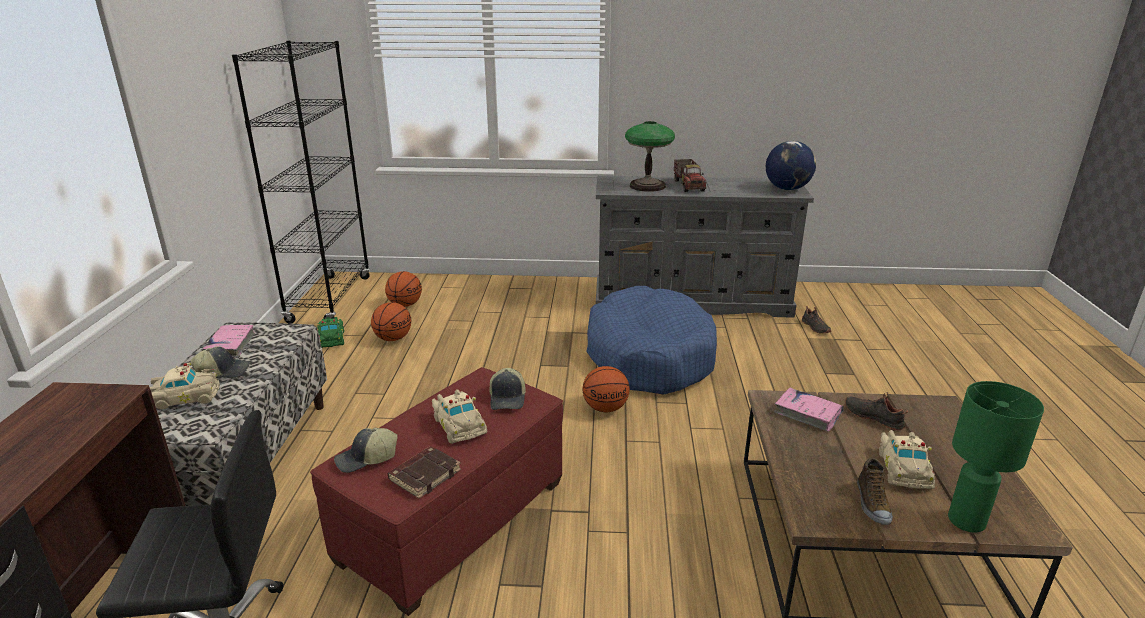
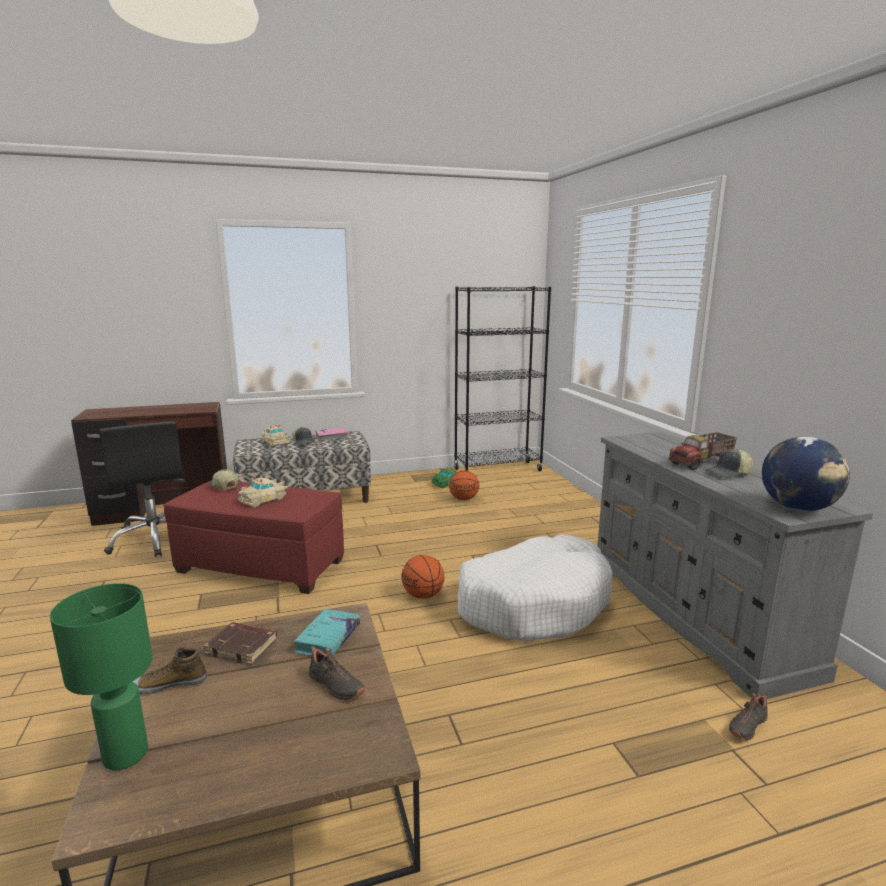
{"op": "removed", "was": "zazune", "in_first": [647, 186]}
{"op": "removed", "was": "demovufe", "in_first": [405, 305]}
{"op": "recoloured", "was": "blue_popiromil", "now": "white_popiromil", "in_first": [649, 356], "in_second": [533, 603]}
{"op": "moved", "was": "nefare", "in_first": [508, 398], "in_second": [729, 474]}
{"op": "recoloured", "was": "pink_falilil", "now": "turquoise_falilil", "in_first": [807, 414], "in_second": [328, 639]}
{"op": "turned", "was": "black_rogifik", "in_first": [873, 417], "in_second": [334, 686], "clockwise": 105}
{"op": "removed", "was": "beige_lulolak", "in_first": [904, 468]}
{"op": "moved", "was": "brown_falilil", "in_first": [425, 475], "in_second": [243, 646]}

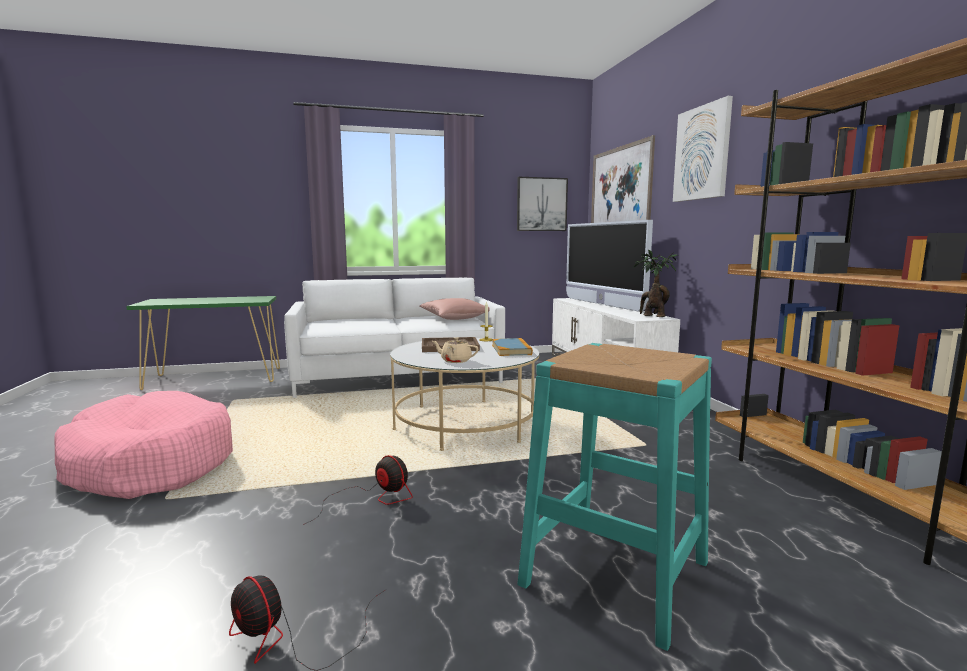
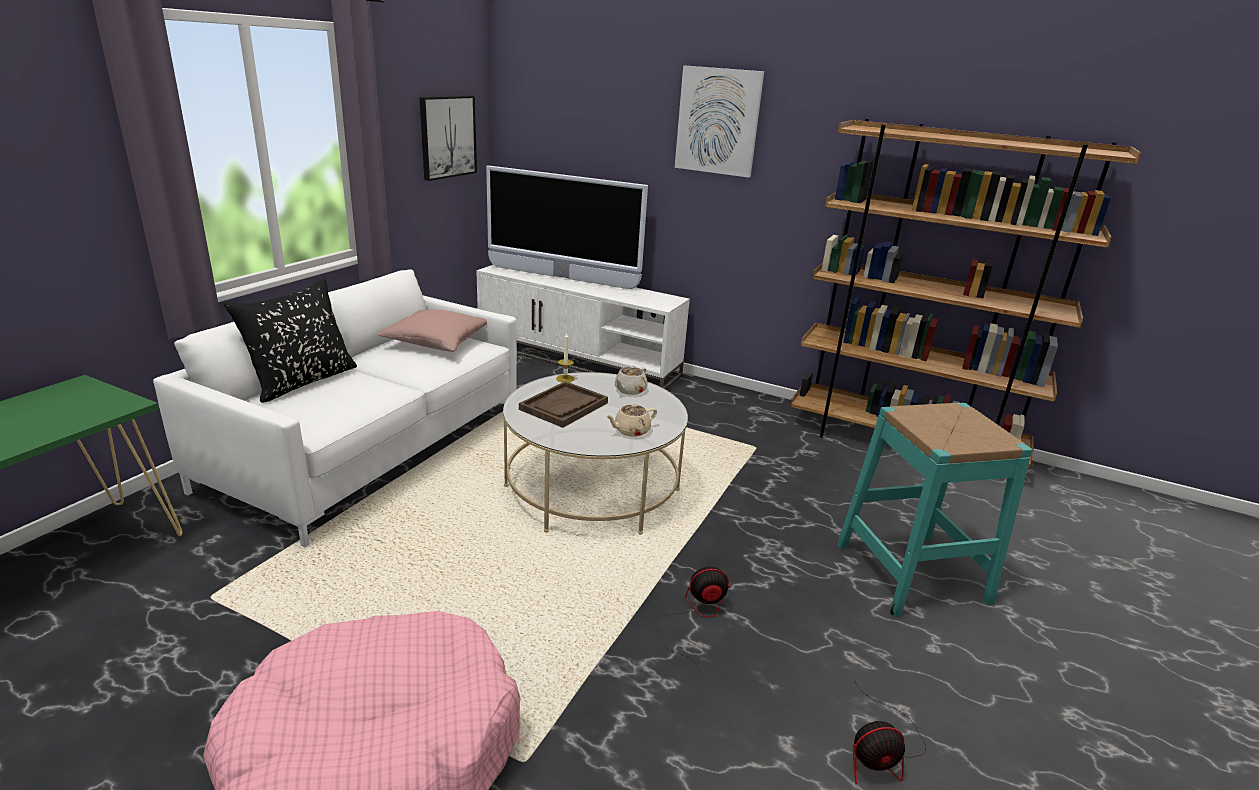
{"op": "removed", "was": "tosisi", "in_first": [620, 192]}
{"op": "removed", "was": "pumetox", "in_first": [652, 316]}
{"op": "replaced", "was": "falilil", "now": "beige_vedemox", "in_first": [511, 350], "in_second": [629, 390]}
{"op": "added", "now": "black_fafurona", "in_second": [302, 381]}

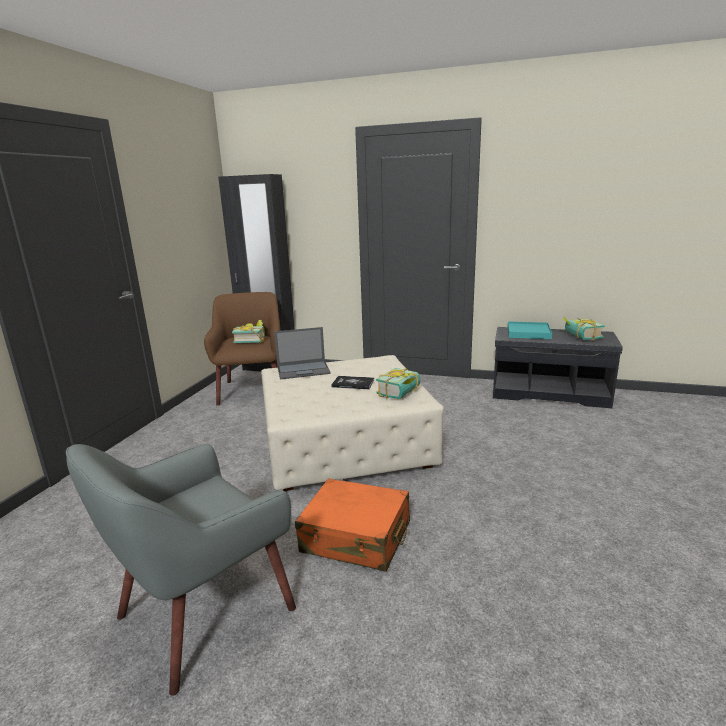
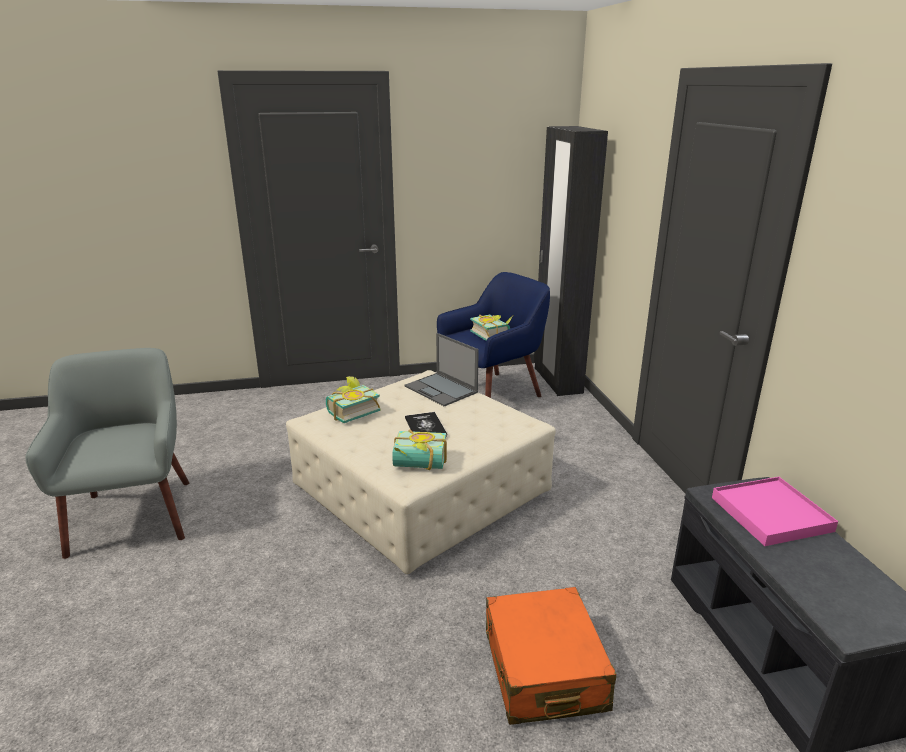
{"op": "recoloured", "was": "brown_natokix", "now": "blue_natokix", "in_first": [252, 390], "in_second": [492, 393]}
{"op": "moved", "was": "falilil", "in_first": [579, 337], "in_second": [351, 411]}
{"op": "recoloured", "was": "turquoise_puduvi", "now": "pink_puduvi", "in_first": [528, 332], "in_second": [771, 514]}
{"op": "turned", "was": "grey_natokix", "in_first": [203, 612], "in_second": [133, 515], "clockwise": 60}
{"op": "moved", "was": "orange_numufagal", "in_first": [356, 537], "in_second": [543, 670]}

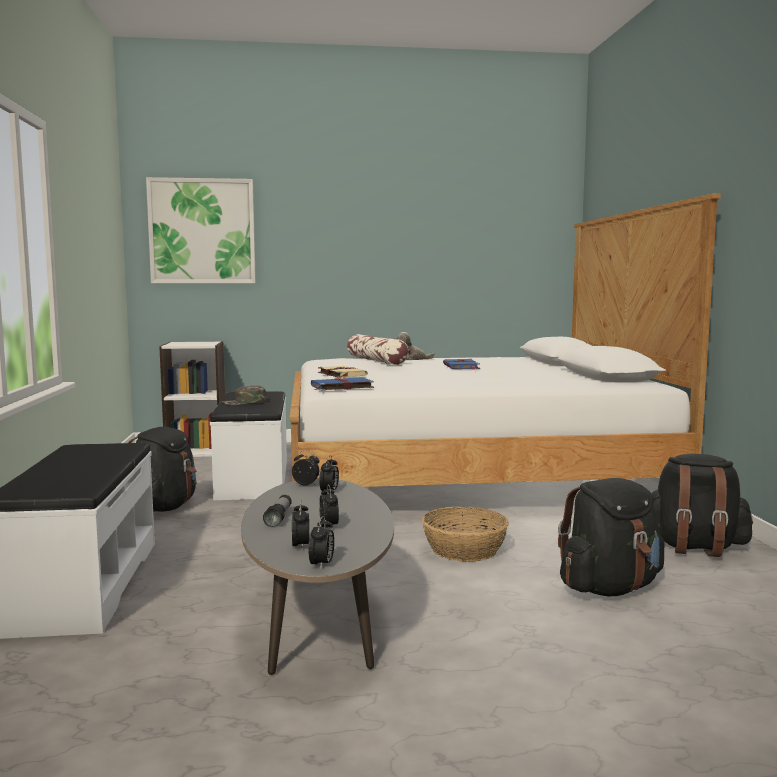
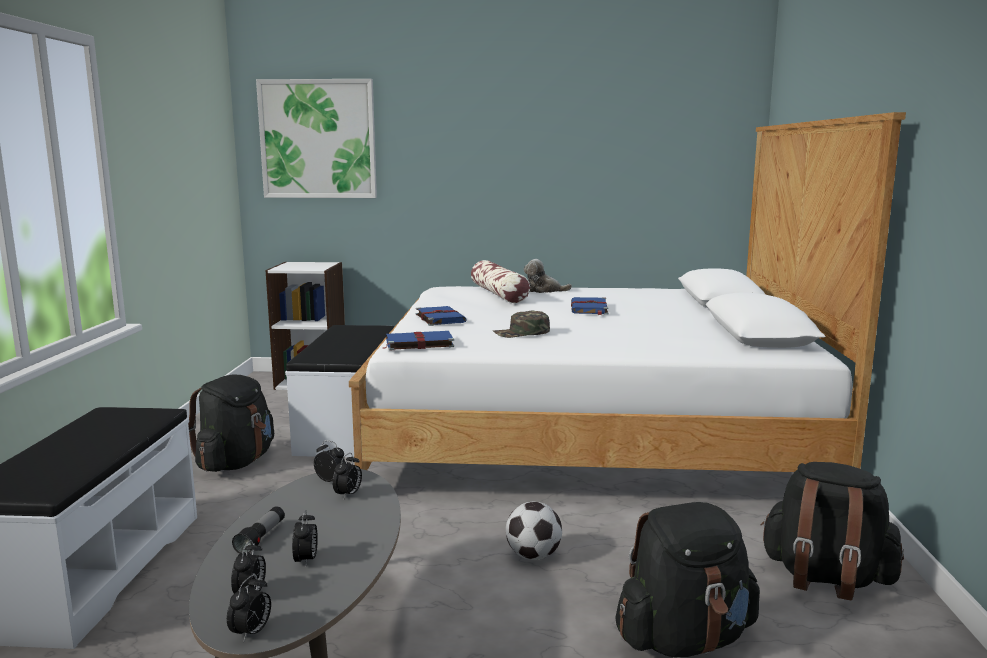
{"op": "recoloured", "was": "beige_falilil", "now": "blue_falilil", "in_first": [341, 374], "in_second": [439, 318]}
{"op": "moved", "was": "green_nefare", "in_first": [244, 402], "in_second": [521, 333]}
{"op": "replaced", "was": "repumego", "now": "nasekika", "in_first": [464, 549], "in_second": [533, 556]}

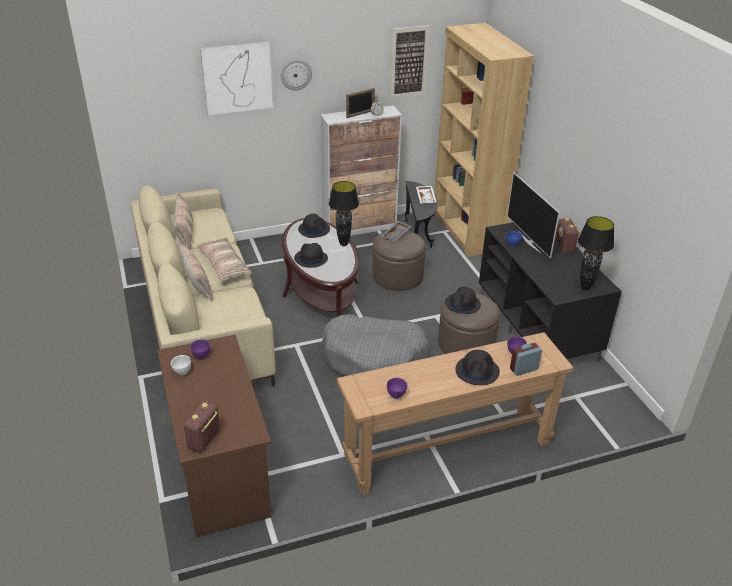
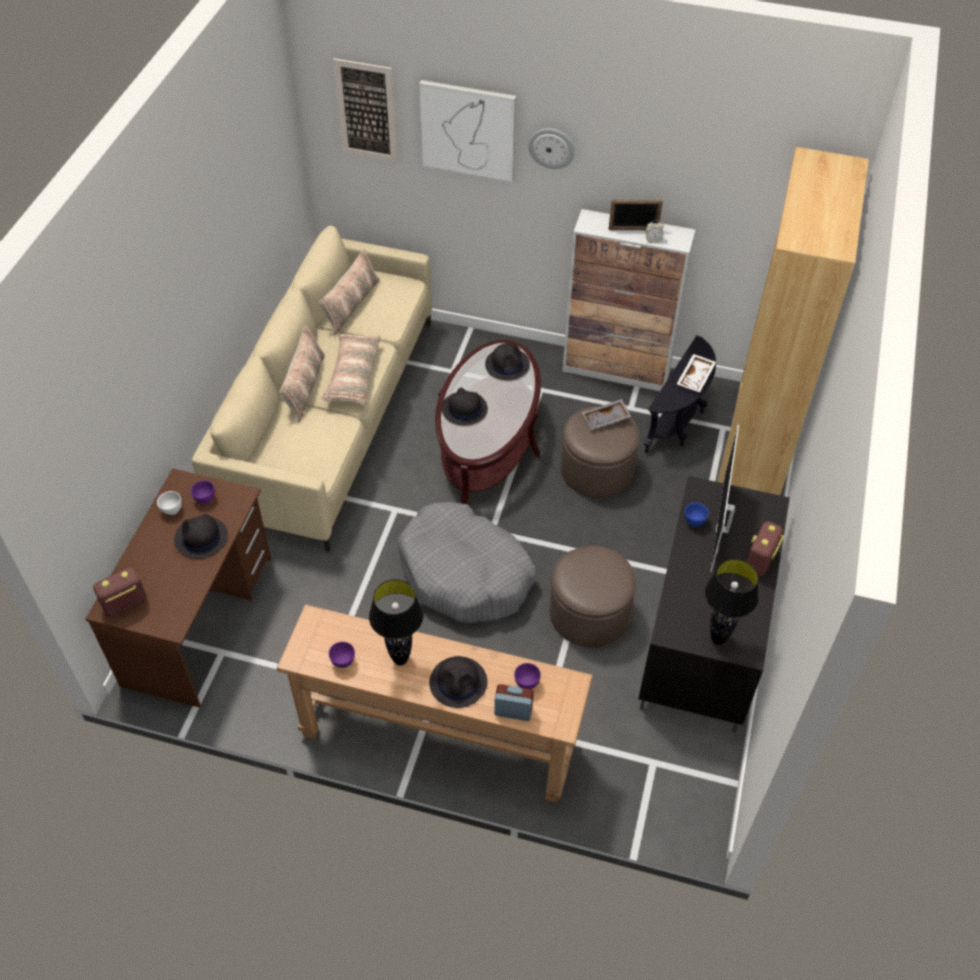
{"op": "moved", "was": "tosisi", "in_first": [409, 62], "in_second": [366, 111]}
{"op": "moved", "was": "black_zazune", "in_first": [343, 244], "in_second": [400, 659]}
{"op": "moved", "was": "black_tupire", "in_first": [462, 304], "in_second": [201, 538]}

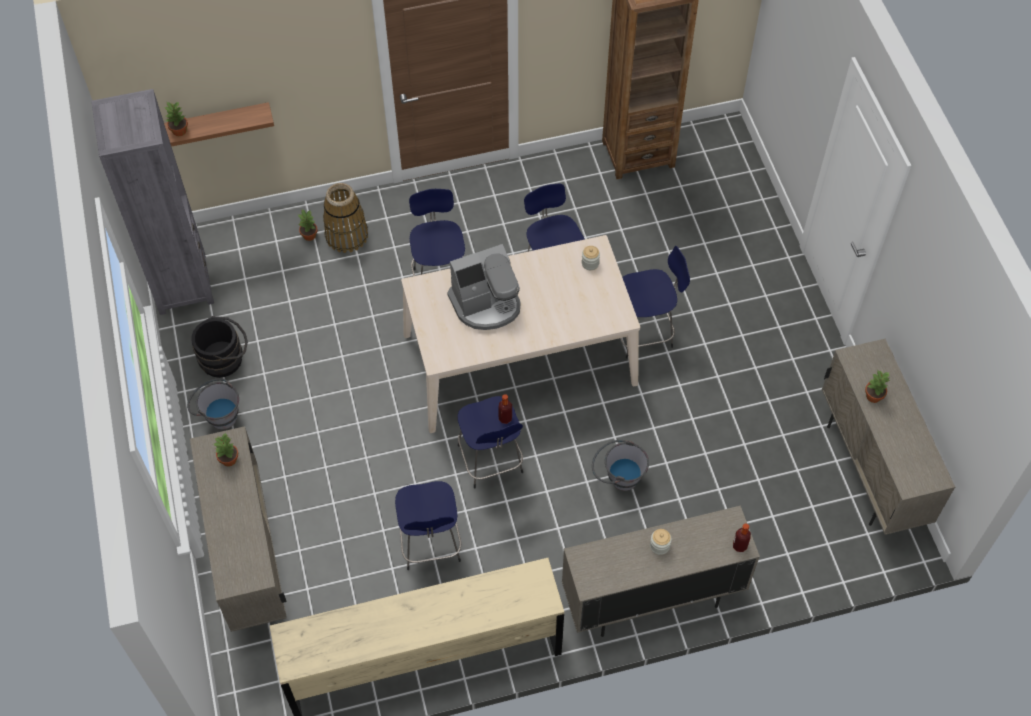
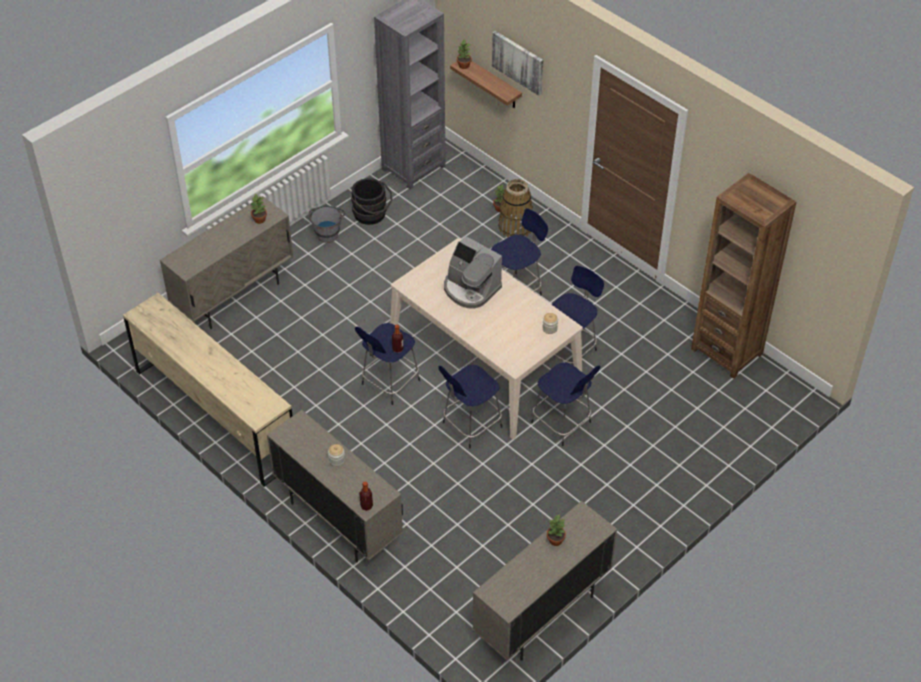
{"op": "removed", "was": "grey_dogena", "in_first": [618, 477]}
{"op": "moved", "was": "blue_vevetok", "in_first": [430, 544], "in_second": [470, 426]}
{"op": "added", "now": "tosisi", "in_second": [518, 62]}

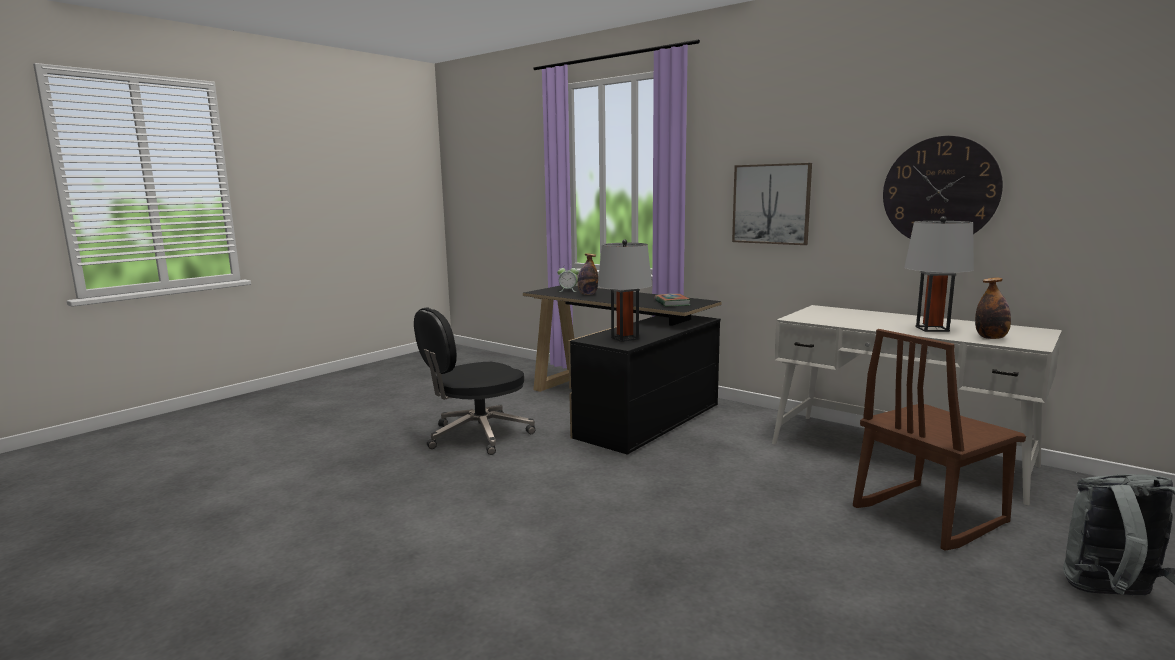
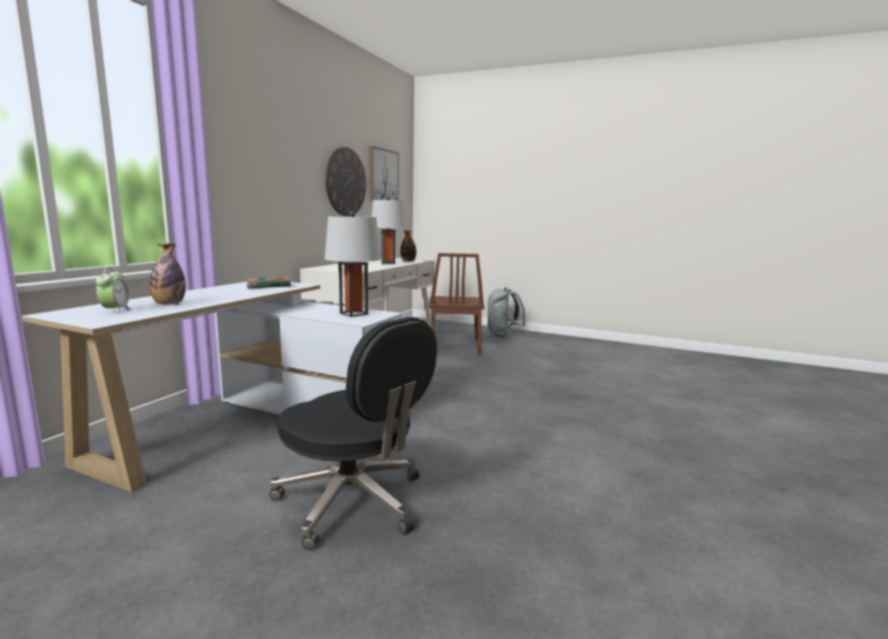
{"op": "moved", "was": "tosisi", "in_first": [771, 204], "in_second": [382, 176]}
{"op": "recoloured", "was": "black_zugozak", "now": "white_zugozak", "in_first": [620, 406], "in_second": [251, 423]}
{"op": "turned", "was": "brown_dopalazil", "in_first": [927, 515], "in_second": [453, 348], "clockwise": 45}

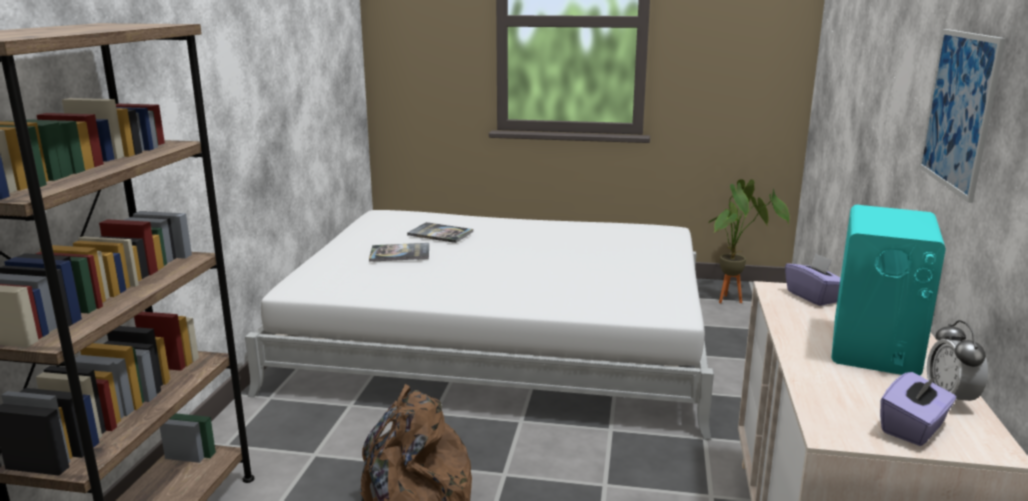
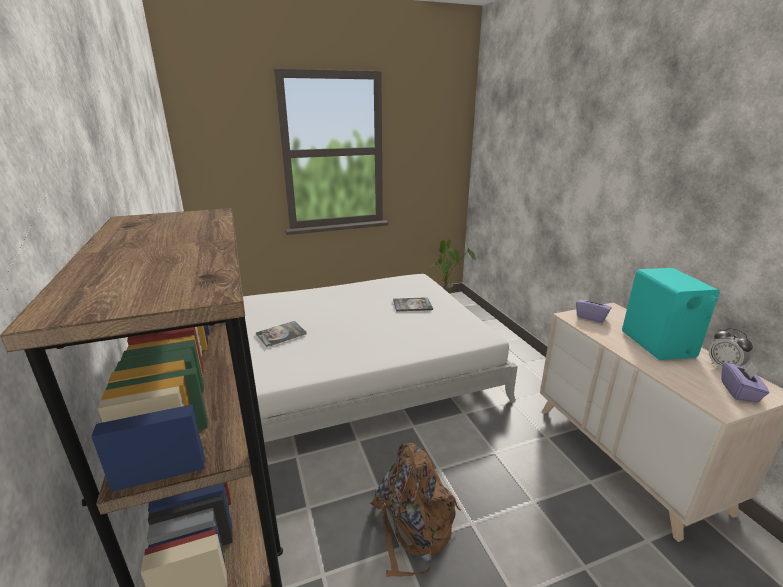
{"op": "removed", "was": "tosisi", "in_first": [959, 110]}
{"op": "moved", "was": "falilil", "in_first": [440, 233], "in_second": [412, 305]}

